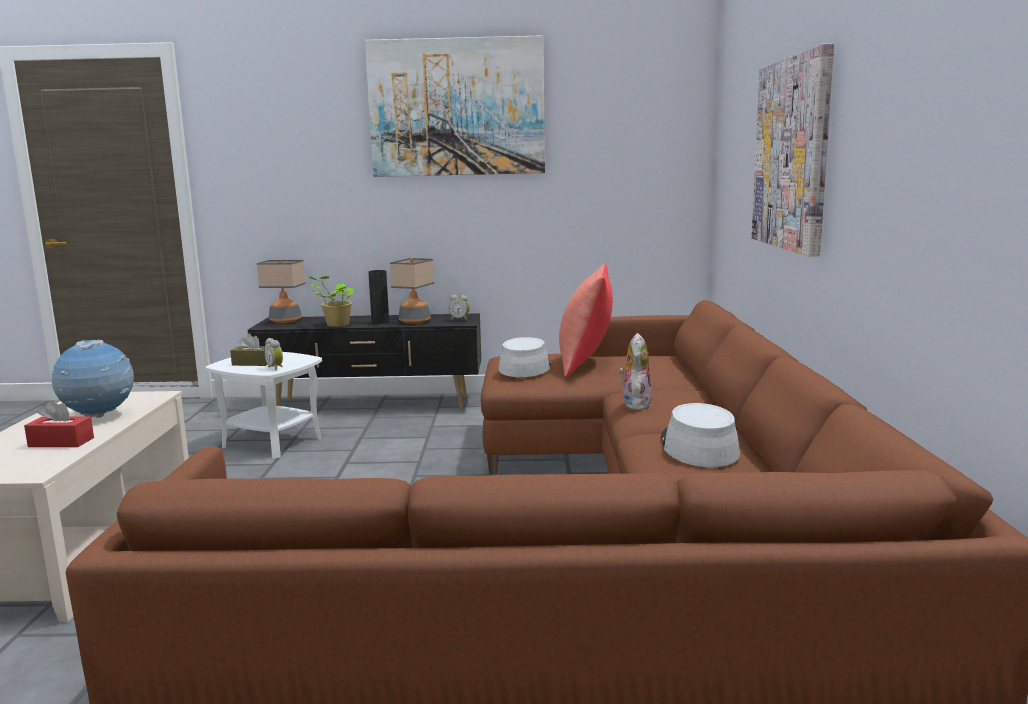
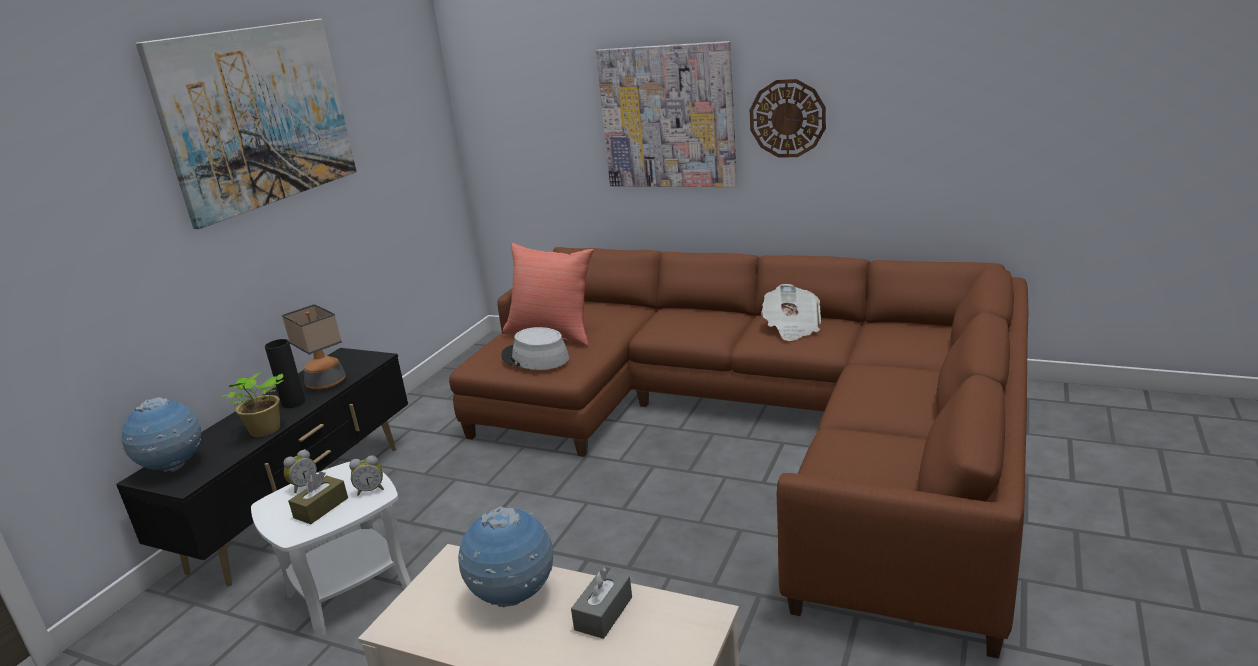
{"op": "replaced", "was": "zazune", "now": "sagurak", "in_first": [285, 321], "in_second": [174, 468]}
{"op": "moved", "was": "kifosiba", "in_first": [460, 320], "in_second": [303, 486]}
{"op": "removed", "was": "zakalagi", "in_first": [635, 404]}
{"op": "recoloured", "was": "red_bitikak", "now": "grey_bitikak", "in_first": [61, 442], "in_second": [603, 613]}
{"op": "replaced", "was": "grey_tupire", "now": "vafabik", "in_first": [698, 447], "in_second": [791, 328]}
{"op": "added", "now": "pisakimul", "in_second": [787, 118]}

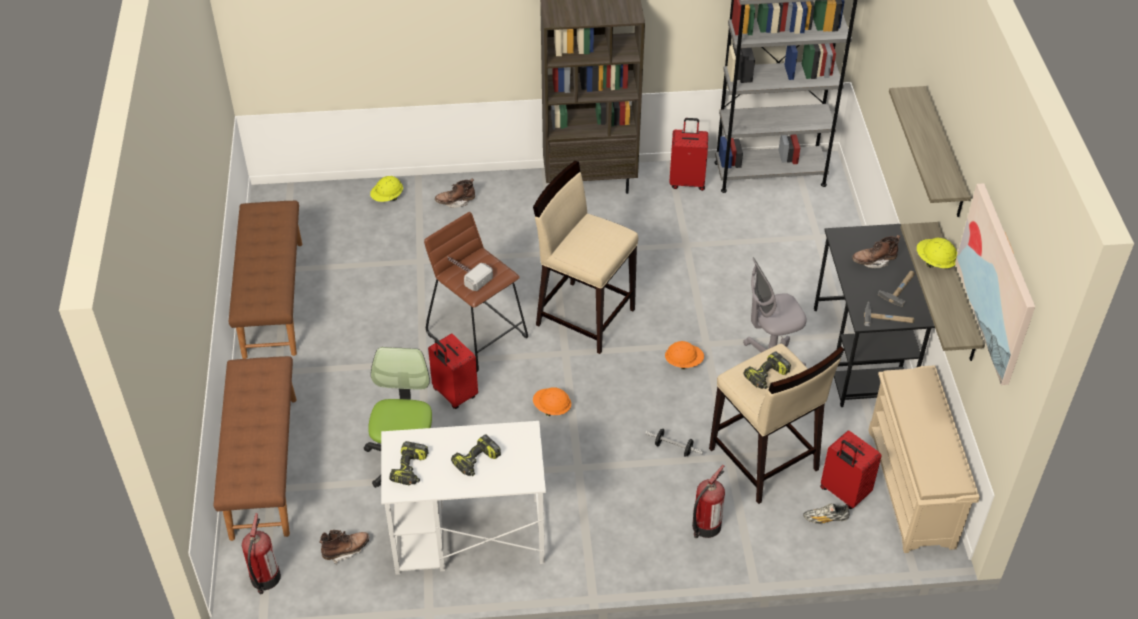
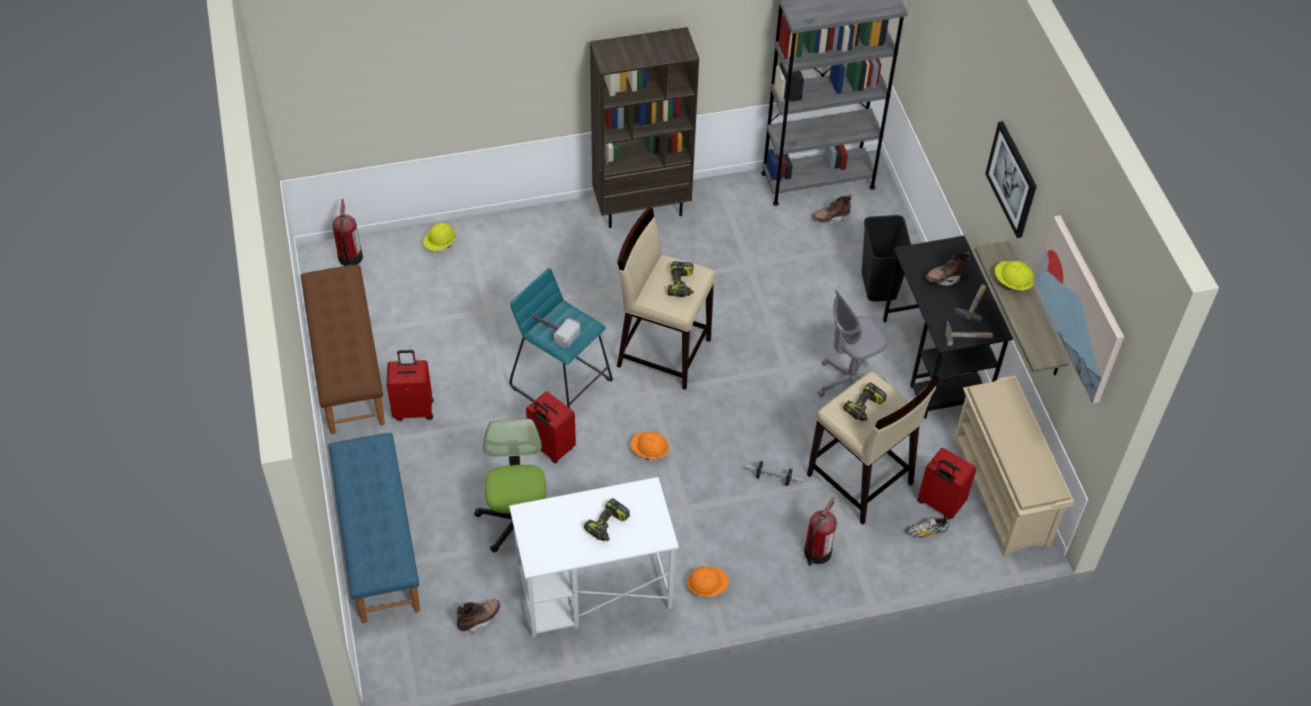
{"op": "replaced", "was": "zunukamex", "now": "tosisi", "in_first": [944, 154], "in_second": [1012, 179]}
{"op": "moved", "was": "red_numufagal", "in_first": [687, 181], "in_second": [413, 409]}
{"op": "moved", "was": "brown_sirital", "in_first": [455, 202], "in_second": [831, 218]}
{"op": "recoloured", "was": "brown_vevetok", "now": "turquoise_vevetok", "in_first": [478, 335], "in_second": [562, 383]}
{"op": "moved", "was": "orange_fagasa", "in_first": [683, 362], "in_second": [707, 587]}
{"op": "recoloured", "was": "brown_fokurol", "now": "blue_fokurol", "in_first": [263, 466], "in_second": [378, 544]}
{"op": "moved", "was": "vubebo", "in_first": [410, 469], "in_second": [681, 285]}
{"op": "moved", "was": "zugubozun", "in_first": [265, 579], "in_second": [350, 258]}
{"op": "added", "now": "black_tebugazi", "in_second": [879, 286]}

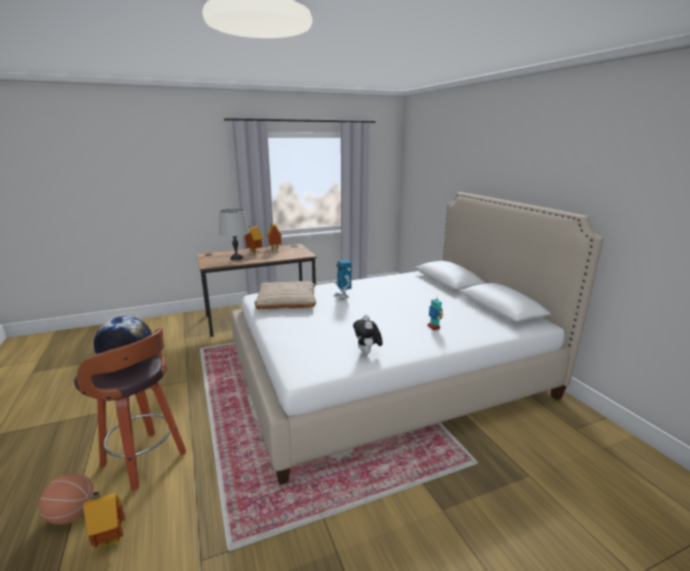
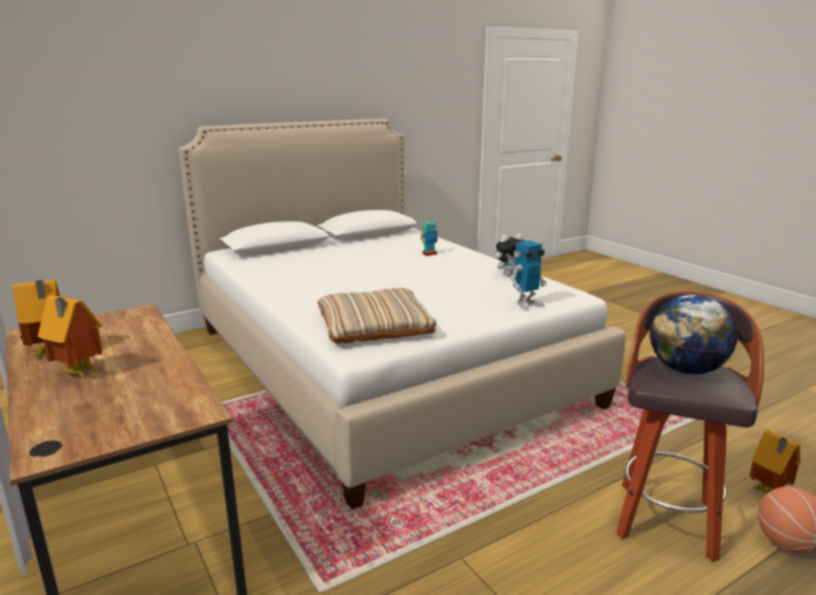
{"op": "removed", "was": "grey_zazune", "in_first": [237, 258]}
{"op": "moved", "was": "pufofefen", "in_first": [342, 297], "in_second": [527, 304]}

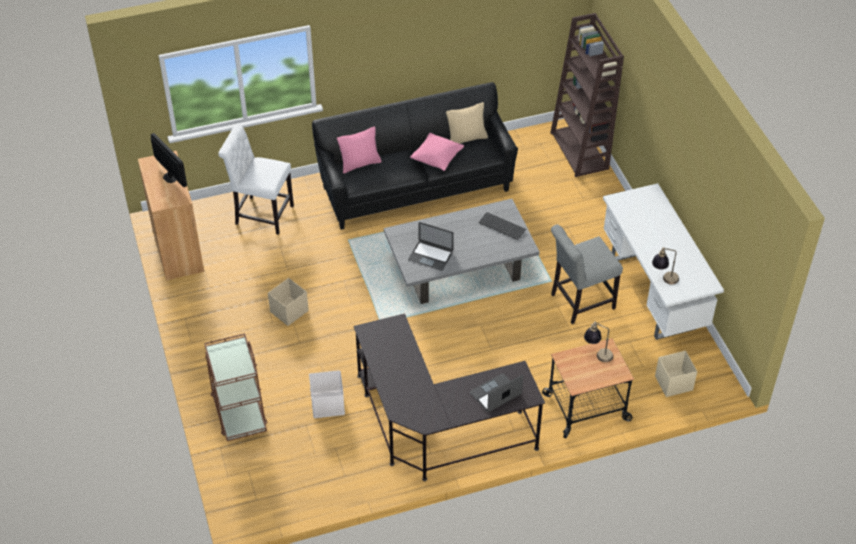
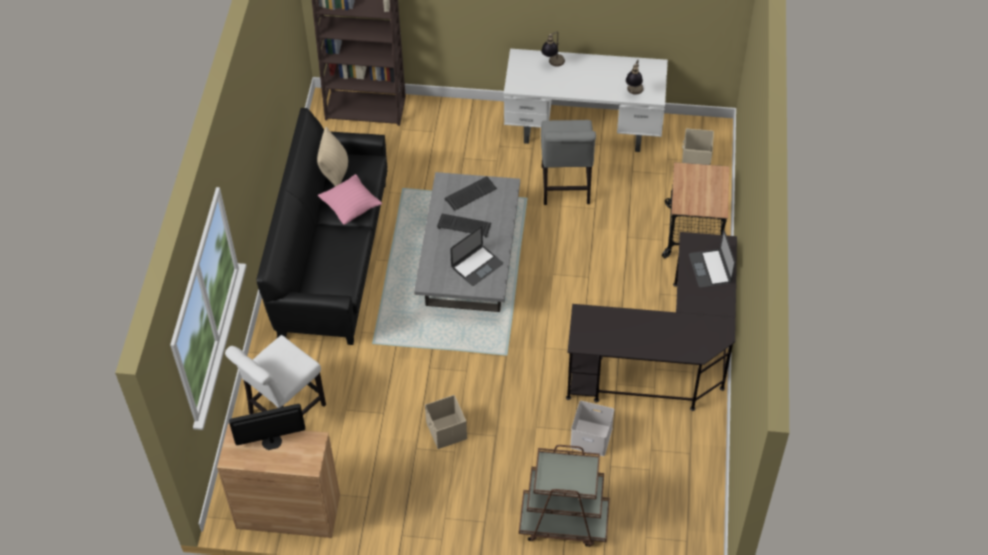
{"op": "removed", "was": "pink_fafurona", "in_first": [360, 164]}
{"op": "moved", "was": "zazune", "in_first": [597, 354], "in_second": [553, 65]}
{"op": "added", "now": "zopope", "in_second": [465, 225]}

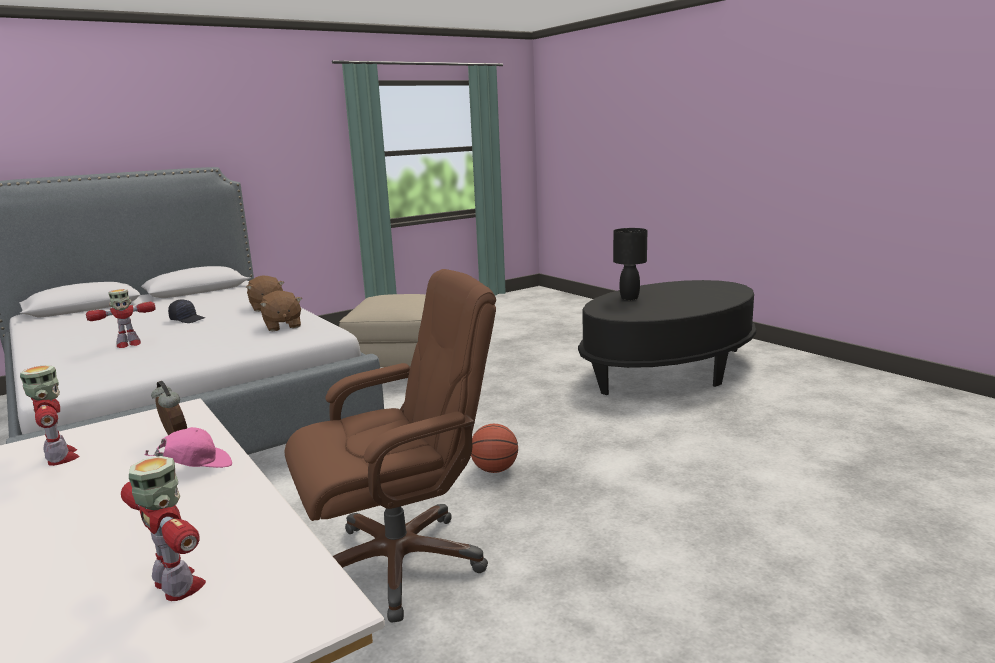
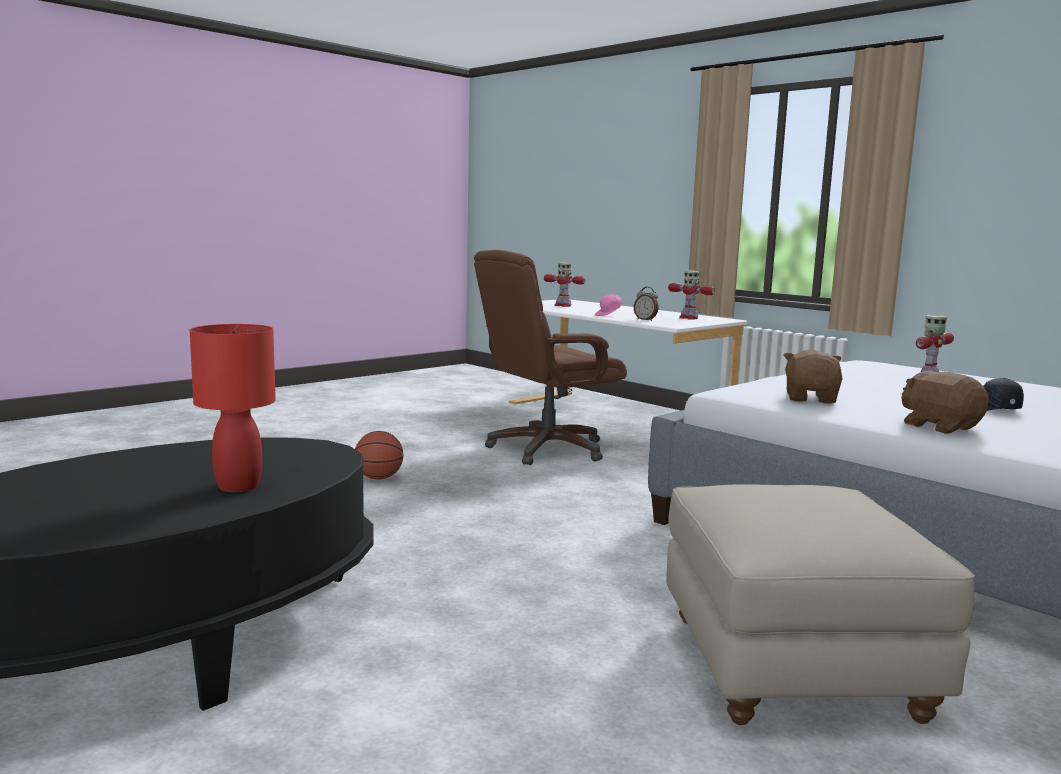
{"op": "recoloured", "was": "black_zazune", "now": "red_zazune", "in_first": [629, 298], "in_second": [239, 486]}
{"op": "turned", "was": "brown_zakalagi", "in_first": [282, 326], "in_second": [811, 398], "clockwise": 45}
{"op": "moved", "was": "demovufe", "in_first": [495, 470], "in_second": [378, 478]}

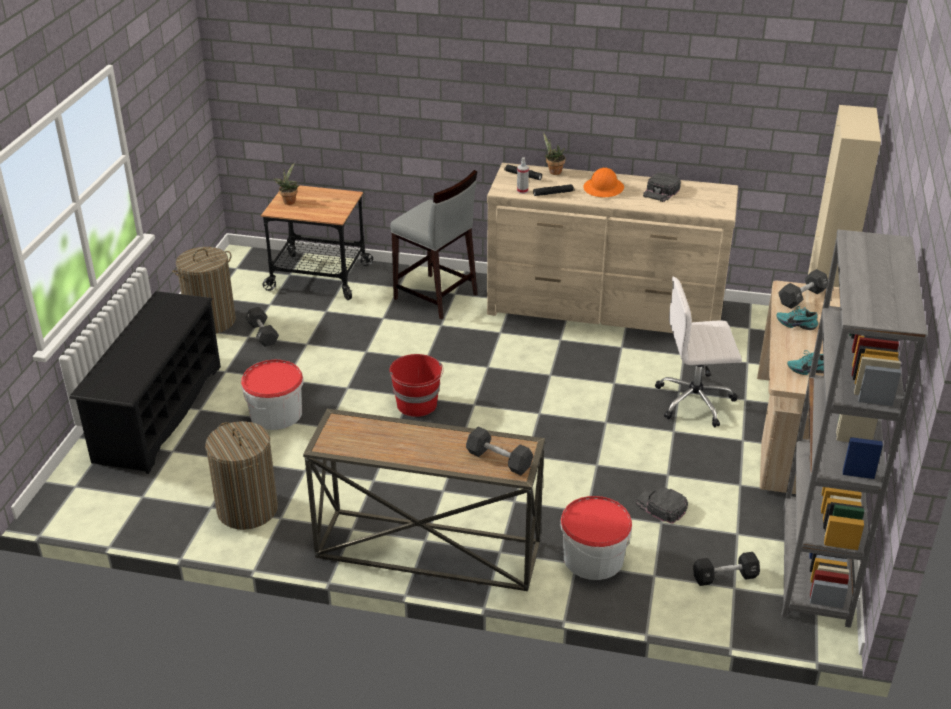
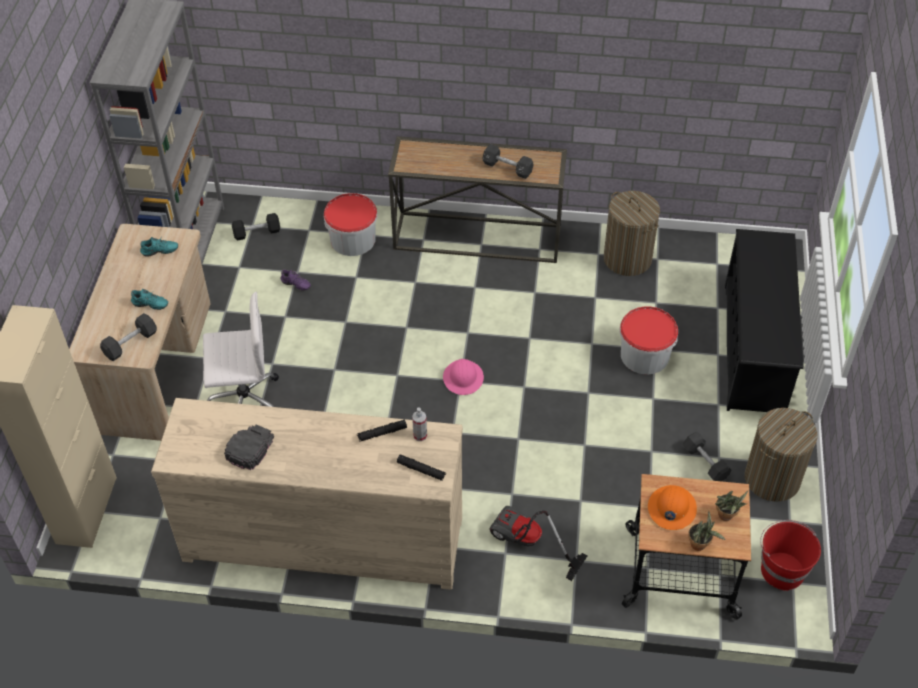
{"op": "moved", "was": "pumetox", "in_first": [553, 171], "in_second": [700, 545]}
{"op": "moved", "was": "orange_fagasa", "in_first": [603, 188], "in_second": [671, 508]}
{"op": "replaced", "was": "grey_vevetok", "now": "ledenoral", "in_first": [435, 297], "in_second": [527, 544]}
{"op": "moved", "was": "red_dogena", "in_first": [417, 405], "in_second": [781, 570]}
{"op": "moved", "was": "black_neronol", "in_first": [499, 460], "in_second": [507, 168]}
{"op": "replaced", "was": "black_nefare", "now": "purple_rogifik", "in_first": [661, 507], "in_second": [295, 285]}
{"op": "added", "now": "pink_fagasa", "in_second": [463, 378]}

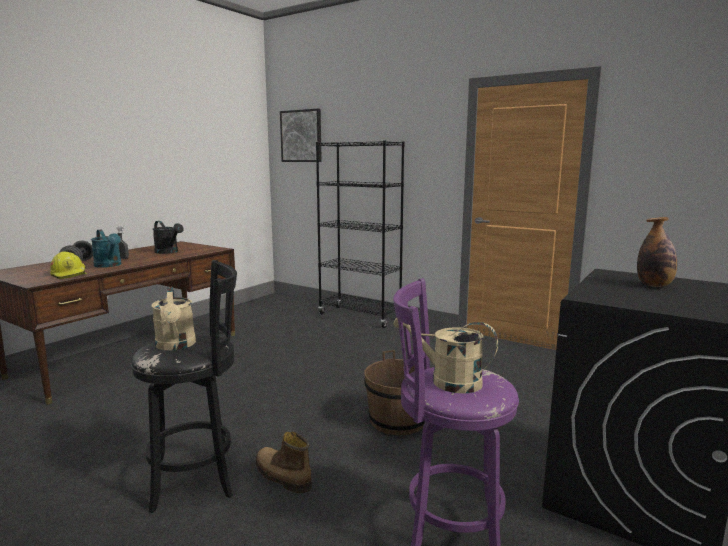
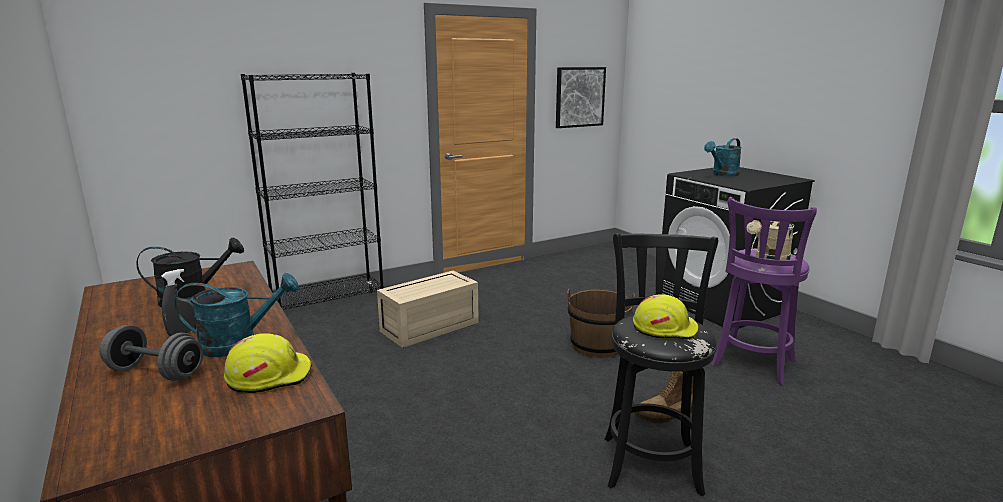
{"op": "moved", "was": "tosisi", "in_first": [301, 136], "in_second": [579, 97]}
{"op": "replaced", "was": "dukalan", "now": "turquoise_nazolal", "in_first": [654, 285], "in_second": [722, 174]}
{"op": "replaced", "was": "beige_nazolal", "now": "yellow_fagasa", "in_first": [176, 346], "in_second": [664, 329]}
{"op": "added", "now": "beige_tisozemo", "in_second": [429, 327]}

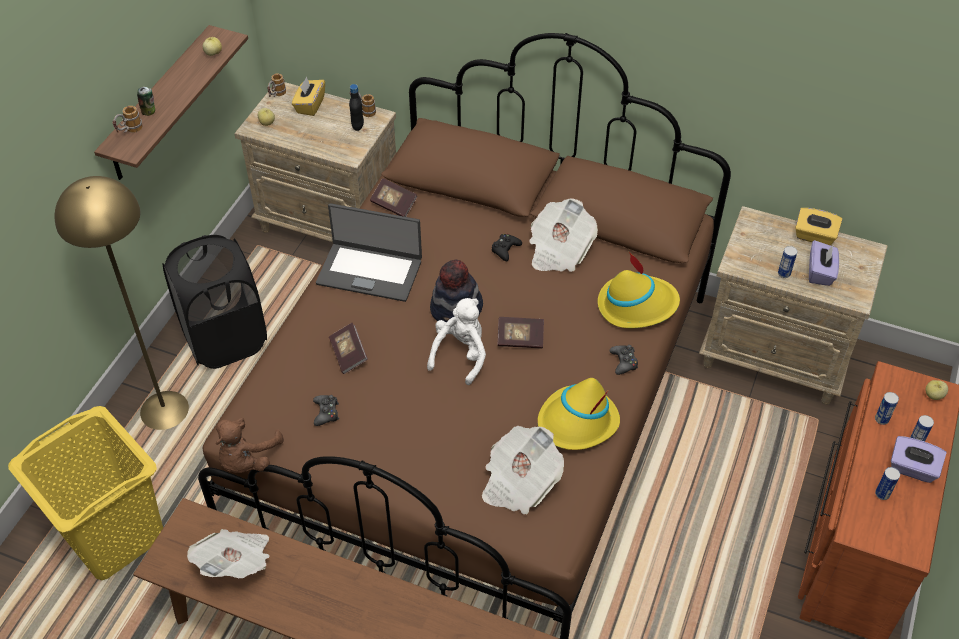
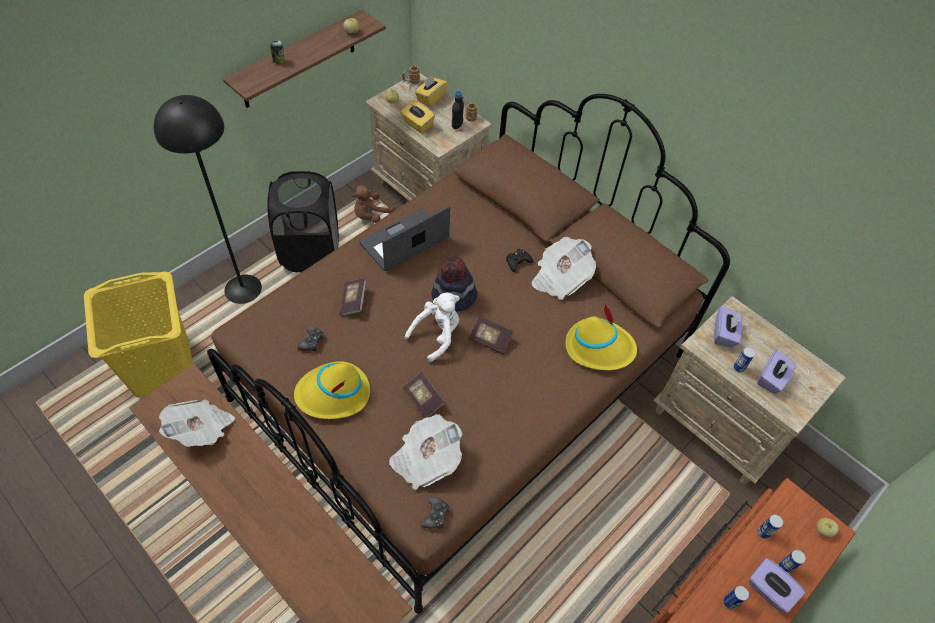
{"op": "removed", "was": "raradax", "in_first": [129, 132]}
{"op": "recoloured", "was": "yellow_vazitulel", "now": "black_vazitulel", "in_first": [165, 410], "in_second": [243, 289]}
{"op": "moved", "was": "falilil", "in_first": [394, 205], "in_second": [423, 399]}
{"op": "turned", "was": "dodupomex", "in_first": [370, 271], "in_second": [405, 241], "clockwise": 105}
{"op": "moved", "was": "yellow_bitikak", "in_first": [814, 236], "in_second": [417, 124]}
{"op": "moved", "was": "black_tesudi", "in_first": [624, 362], "in_second": [435, 515]}
{"op": "moved", "was": "yellow_tupire", "in_first": [577, 422], "in_second": [333, 394]}
{"op": "moved", "was": "brown_zakalagi", "in_first": [247, 459], "in_second": [371, 215]}
{"op": "added", "now": "purple_bitikak", "in_second": [724, 334]}

